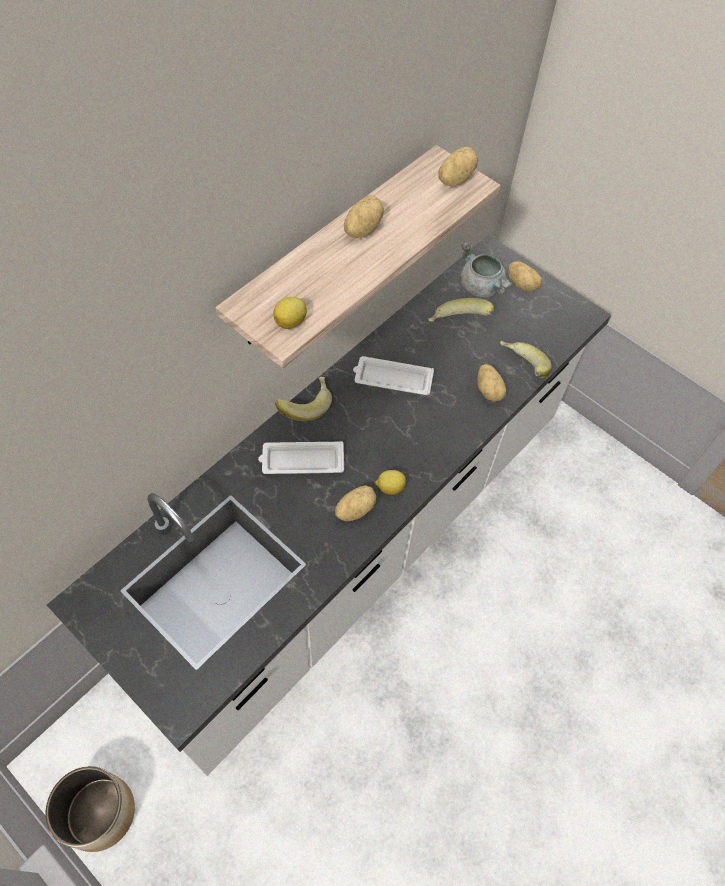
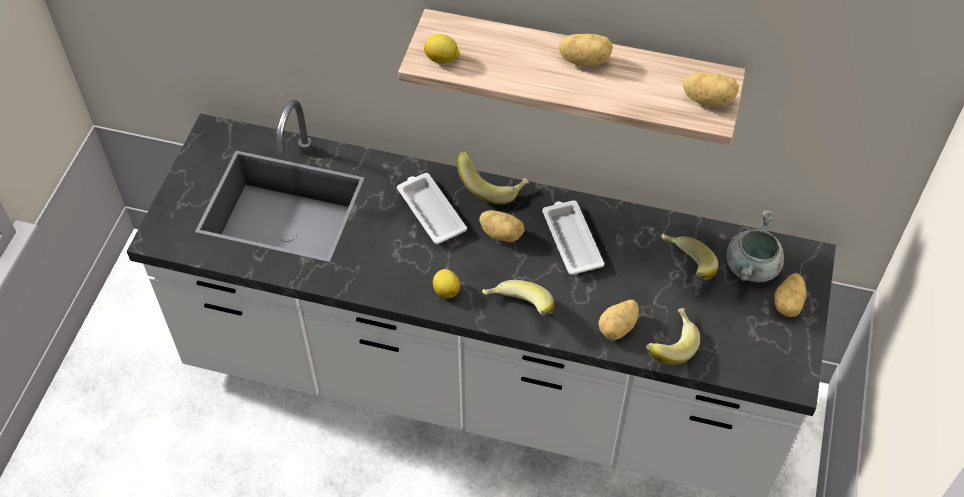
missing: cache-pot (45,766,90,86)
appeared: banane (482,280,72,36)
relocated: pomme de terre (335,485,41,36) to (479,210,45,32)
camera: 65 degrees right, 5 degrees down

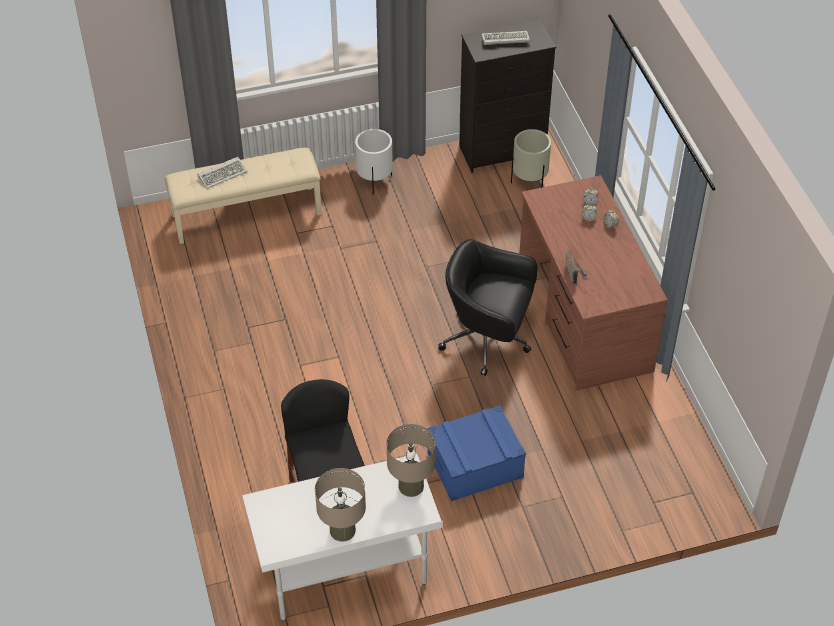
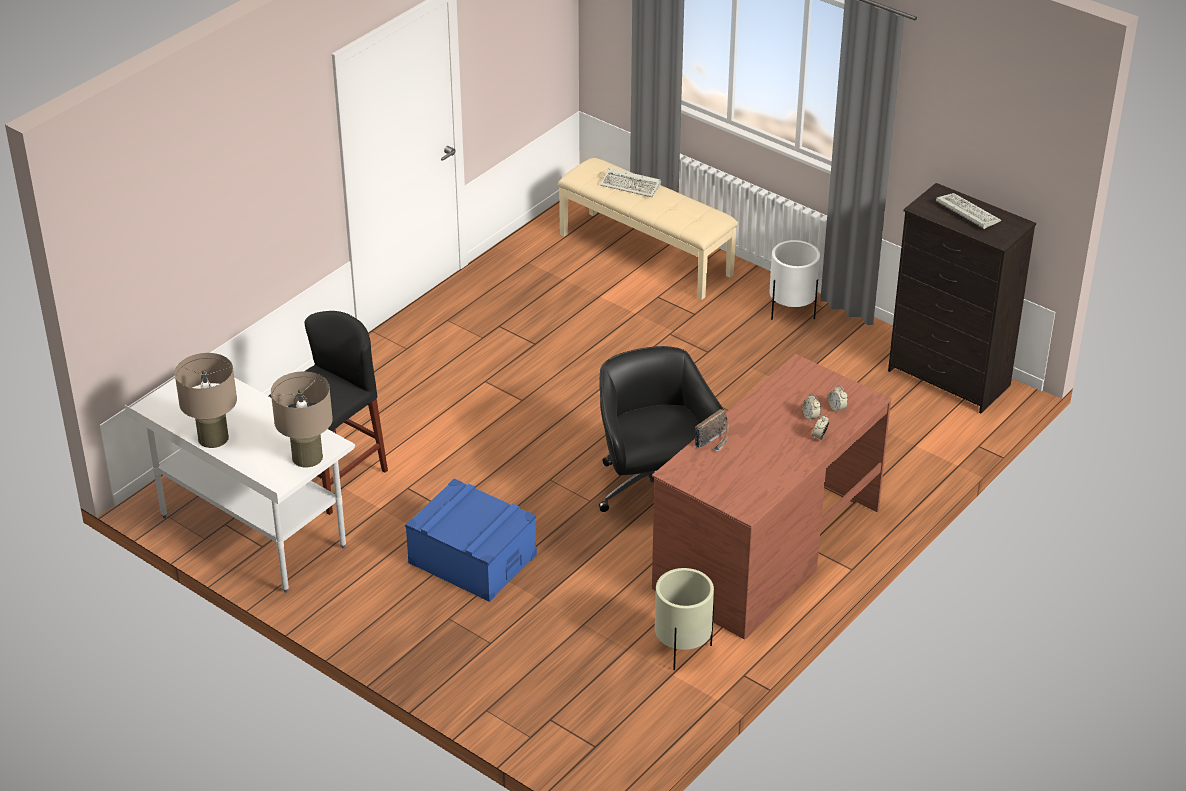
relocated: cache-pot (beige) (511,129,40,59) to (655,568,59,102)
camera: 55 degrees right, 10 degrees down

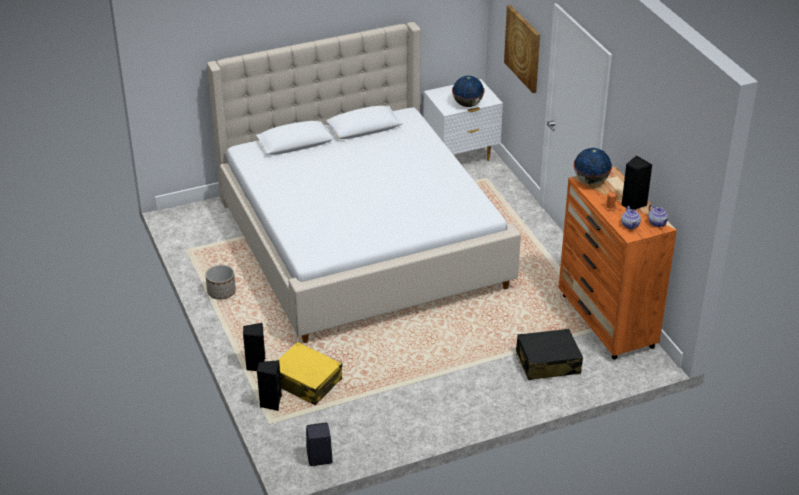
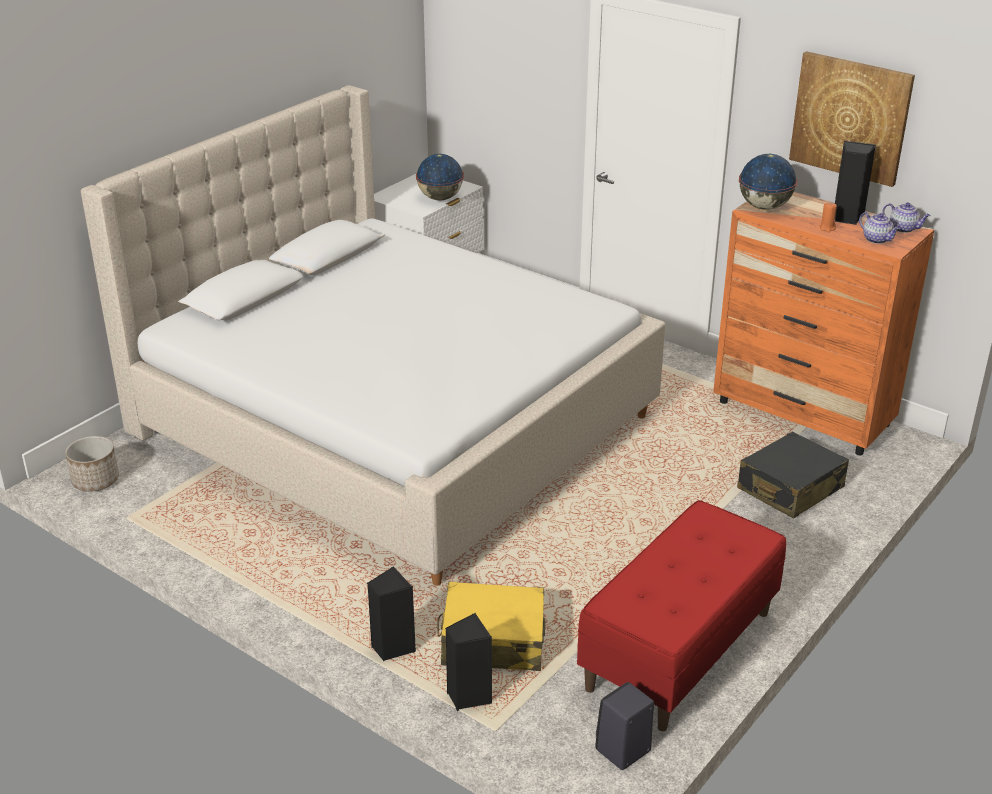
appeared: banc (rouge) (577,500,209,231)
relocated: cache-pot (205,265,31,35) to (65,436,54,56); tableau (504,5,36,88) to (789,51,126,136)
camera: 30 degrees left, 5 degrees down

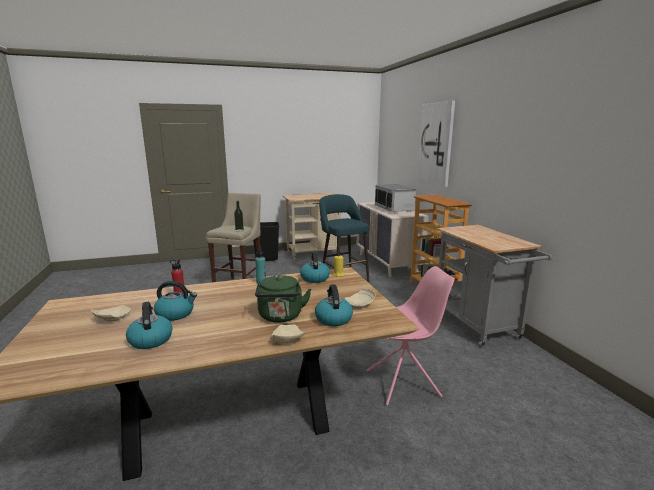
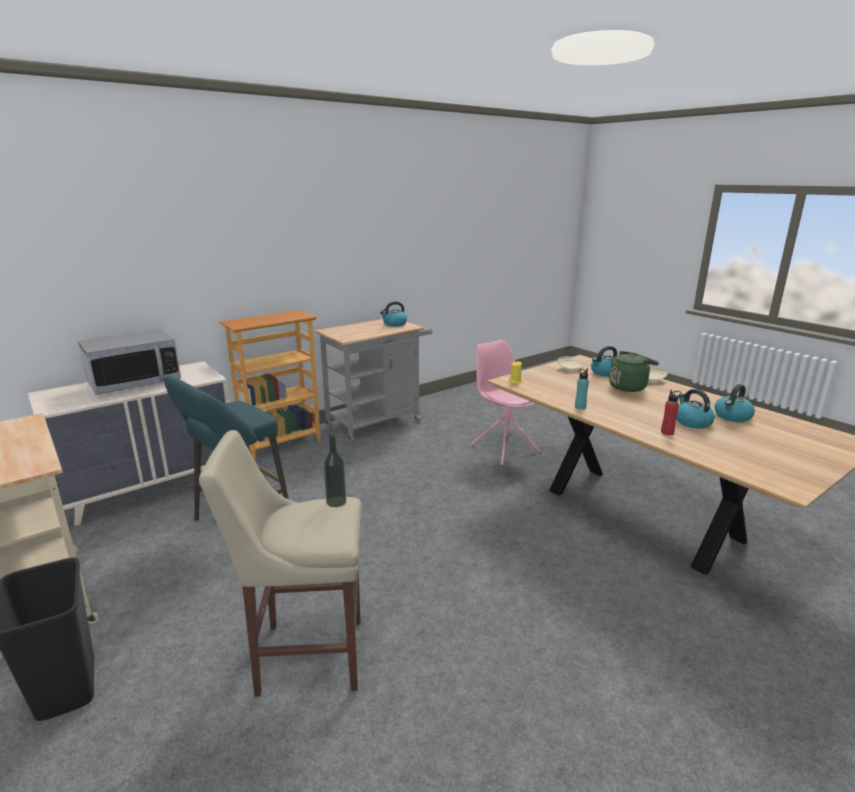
missing: assiette (beige) (91,305,39,17); tableau (417,101,38,86)
relocated: bouilloire (300,251,30,32) to (380,301,27,26)
camera: 110 degrees left, 5 degrees up

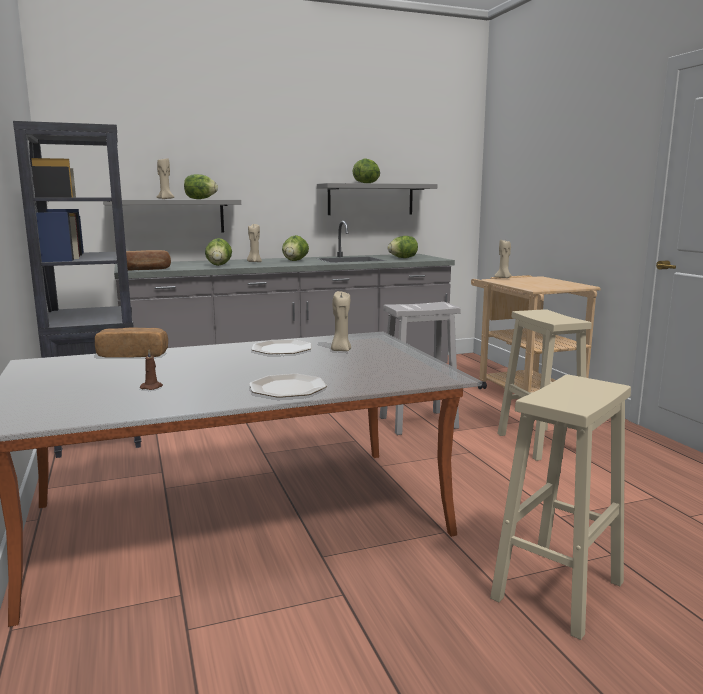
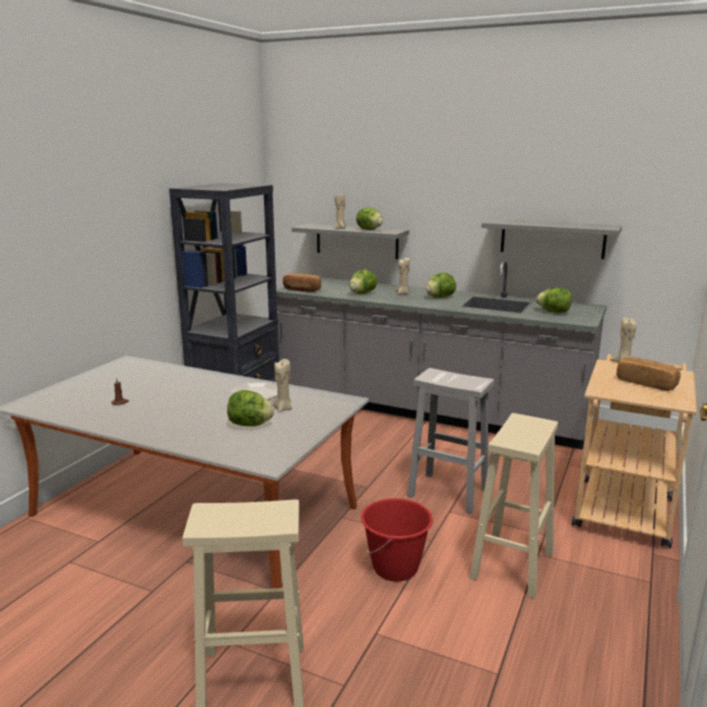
missing: assiette (249,374,78,24)
appeared: seau (rouge) (361,498,72,83)
relocated: pain (95,328,73,30) to (617,357,64,34); laitue (353,158,27,25) to (227,390,47,36)
camera: 45 degrees right, 5 degrees up

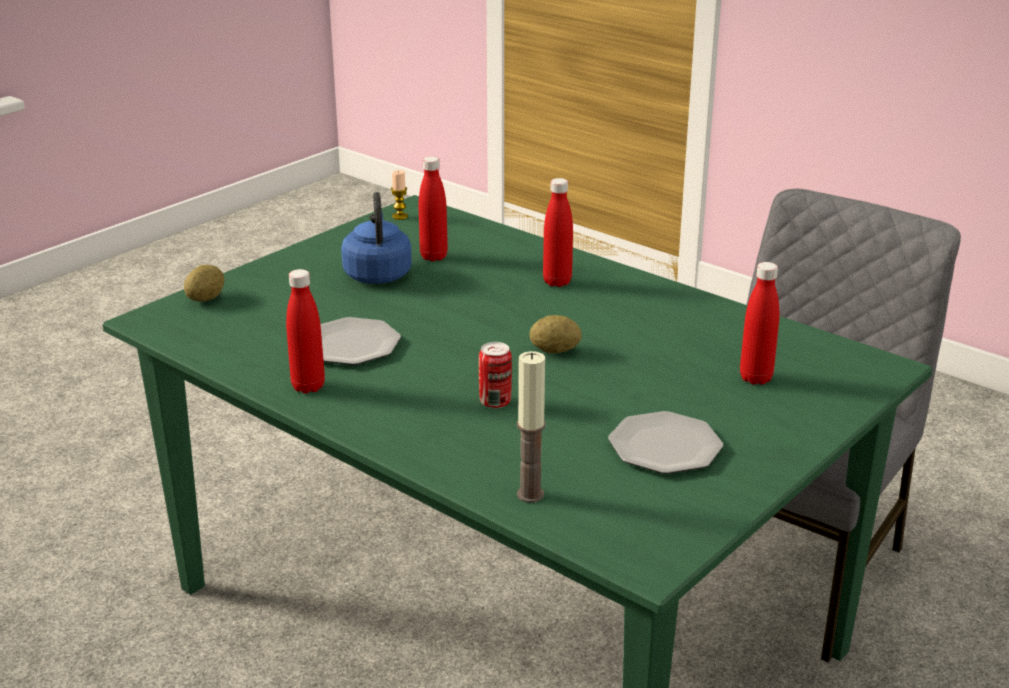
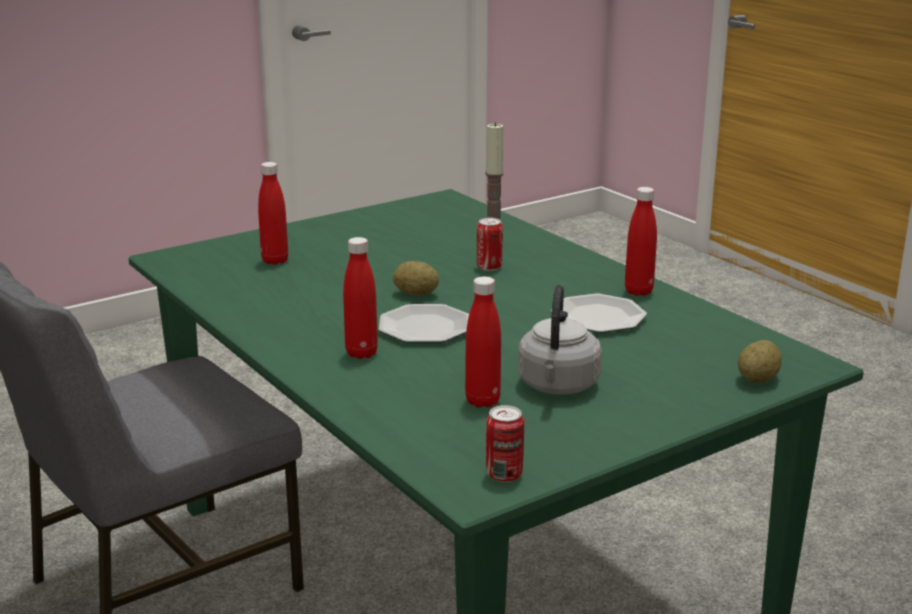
relocated: assiette (608,411,115,63) to (379,304,90,39)
exchanged: bougie (391,170,17,50) to boîte métallique (486,405,38,77)
colour: bouilloire (bleu) (341,192,71,92) to bouilloire (gris) (518,284,84,111)
camera: 165 degrees left, 5 degrees down

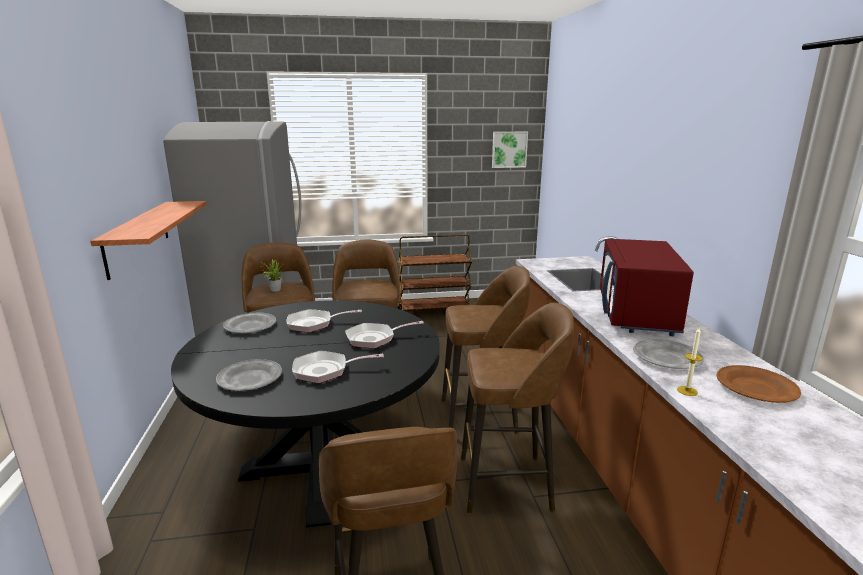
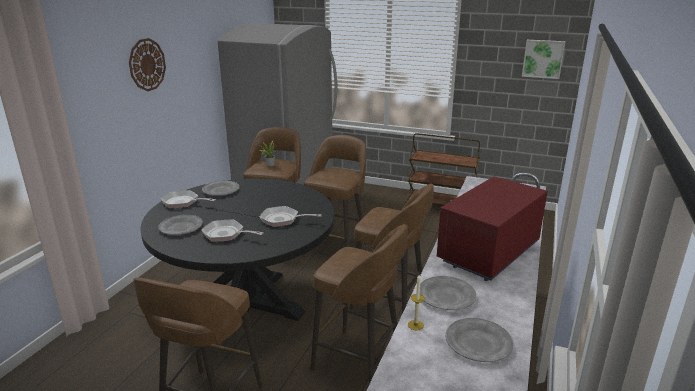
missing: étagère (90,201,117,79)
appeared: horloge murale (129,38,37,53)
relocated: poêle (286,309,76,23) to (160,190,56,19)
colour: assiette (marron) (716,365,85,38) to assiette (gris) (445,318,68,44)
camera: 30 degrees right, 5 degrees up

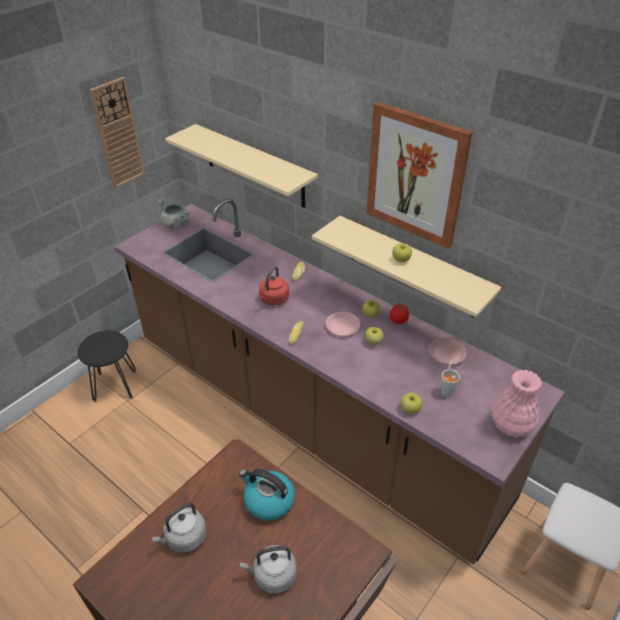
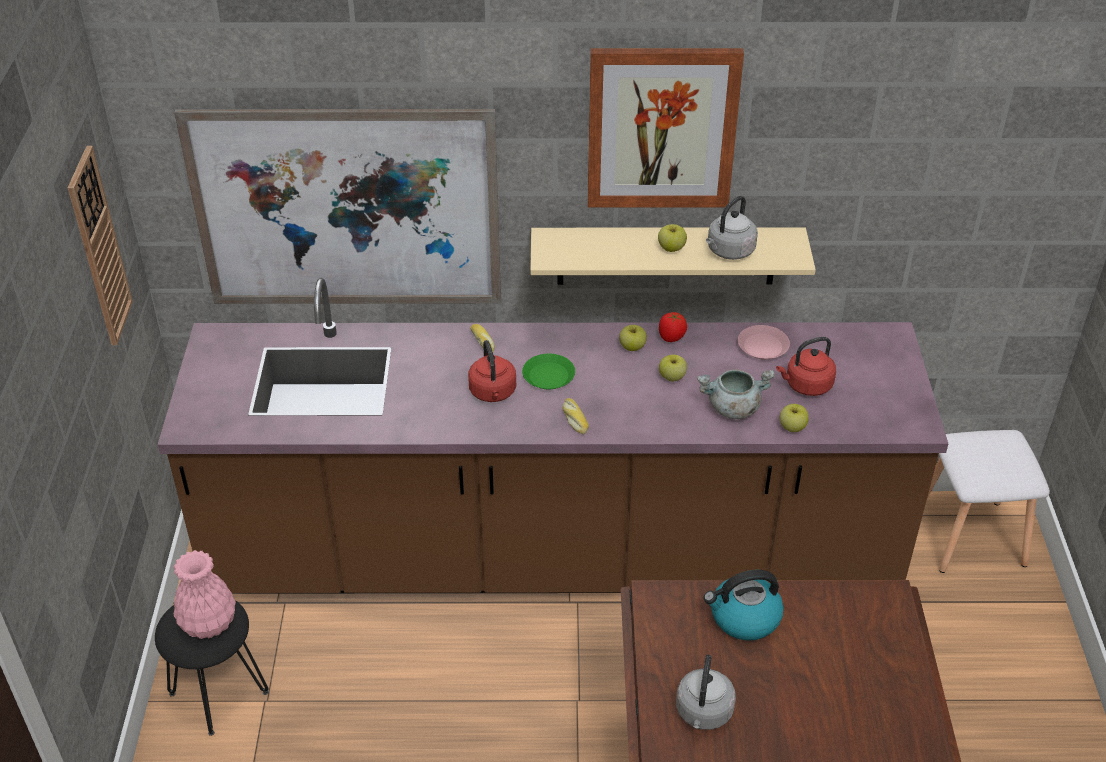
missing: assiette (rose) (325,312,35,24)
appeared: assiette (vert) (522,354,53,35)
relocated: marmite (gris) (157,199,33,30) to (697,369,78,50); bouilloire (gris) (240,545,57,49) to (706,196,52,64); vase (rose) (492,370,50,67) to (174,550,62,89)
exchanged: étagère (beige) (165,124,153,84) to tableau (174,109,327,195); tasse (gris) (441,360,19,37) to bouilloire (rouge) (776,337,60,59)
camera: 40 degrees left, 0 degrees up

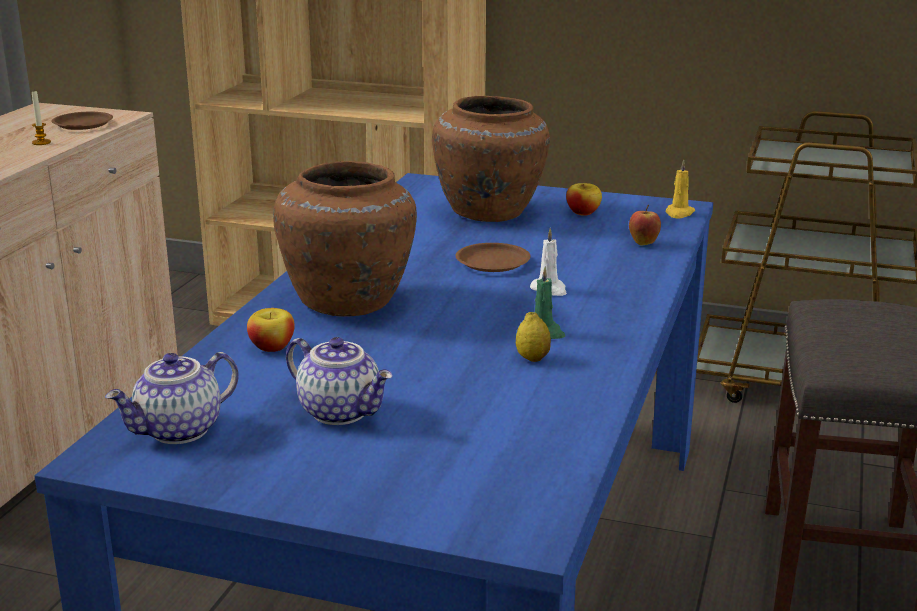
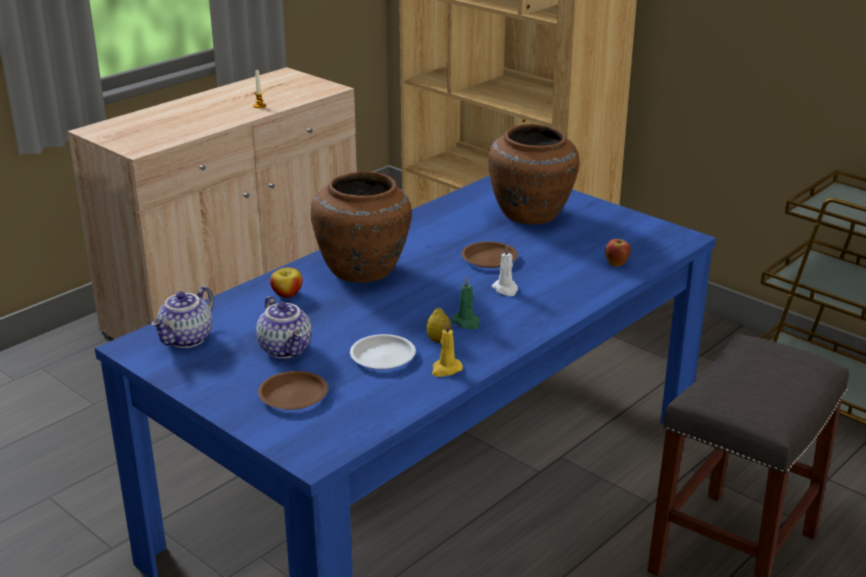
missing: pomme (566,183,36,33)
appeared: assiette (blanc) (350,334,66,35)
relocated: assiette (marron) (51,112,62,18) to (258,371,70,39); bougie (jaune) (666,160,29,59) to (432,321,31,56)
spun: théière (105,352,134,92) = (151,286,63,62) 45 degrees counterclockwise
camera: 25 degrees right, 5 degrees up

